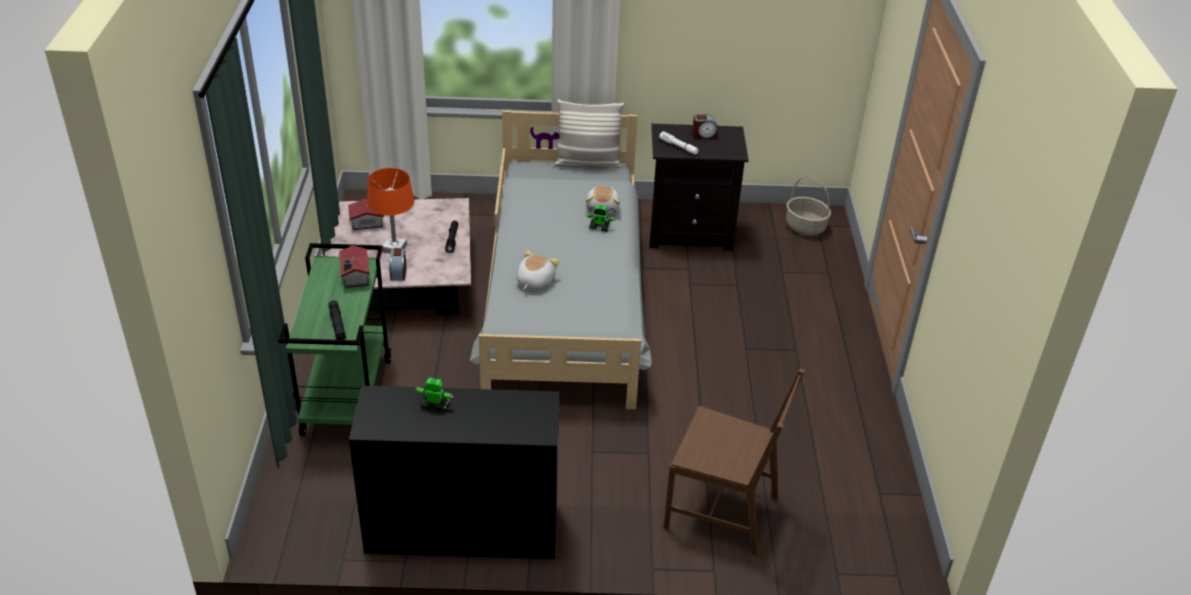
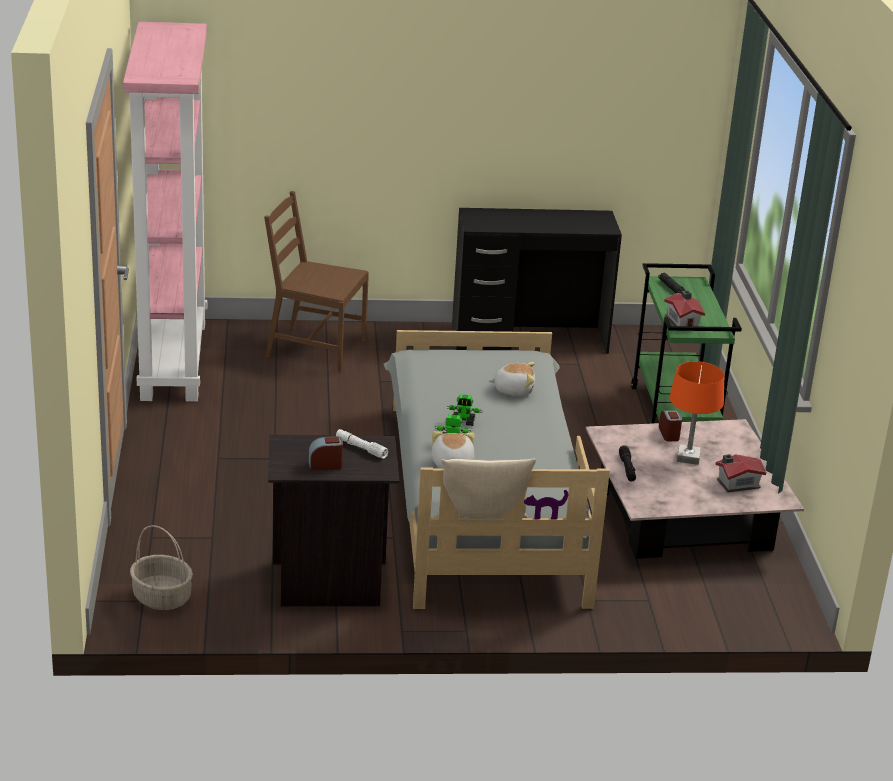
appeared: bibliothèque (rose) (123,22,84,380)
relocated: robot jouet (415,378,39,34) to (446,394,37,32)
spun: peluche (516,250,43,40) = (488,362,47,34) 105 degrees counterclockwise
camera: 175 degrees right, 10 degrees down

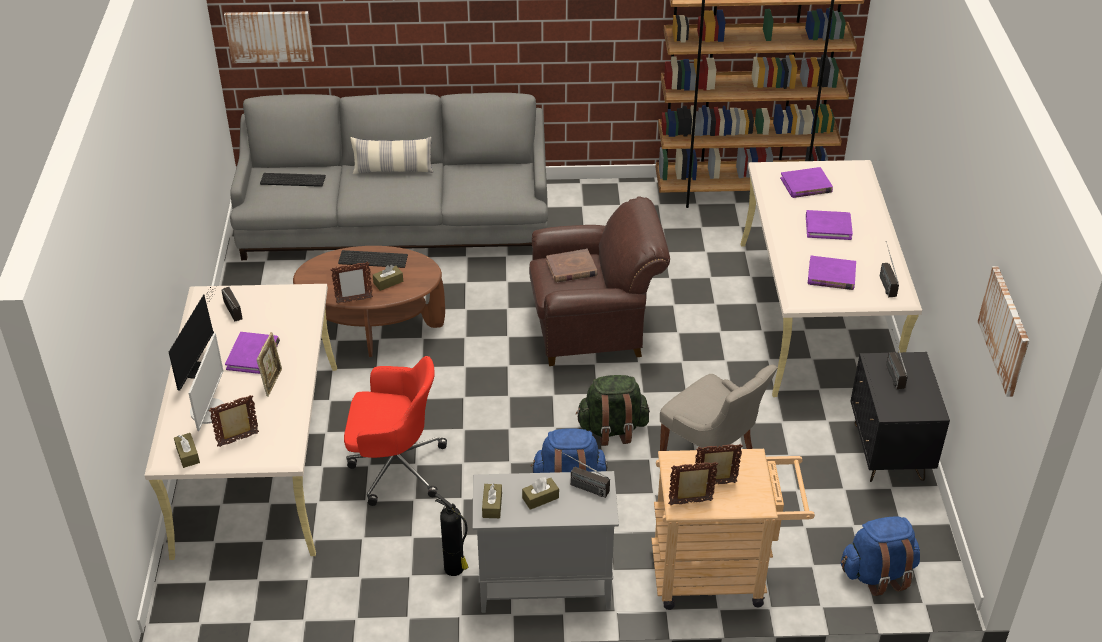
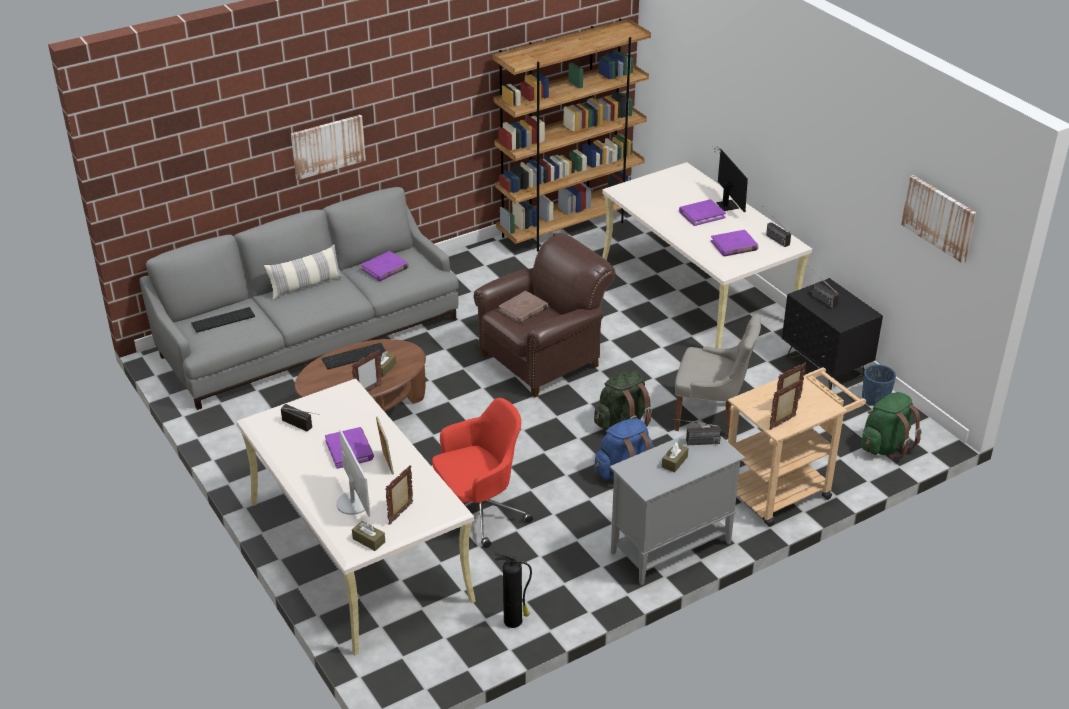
missing: boîte à mouchoirs (marron) (482,484,20,34)
appeared: cache-pot (bleu) (862,364,34,42)
relocated: écran d'ordinateur (169,286,48,105) to (716,147,32,65); tableau (224,11,90,52) to (291,115,75,65); extincteur (435,493,33,83) to (495,552,37,76); livre (violet) (780,167,53,31) to (361,251,48,30)
colour: sac à dos (bleu) (841,517,79,79) to sac à dos (vert) (861,392,60,68)
camera: 30 degrees left, 5 degrees down

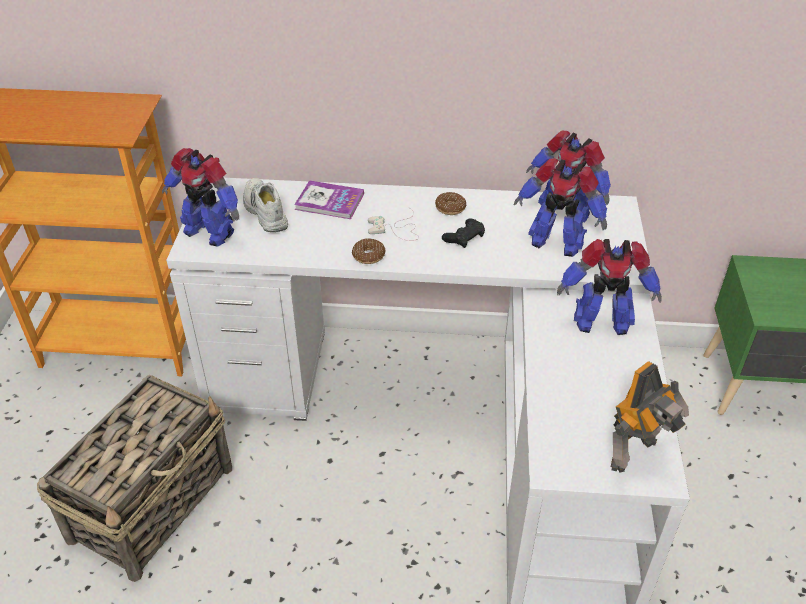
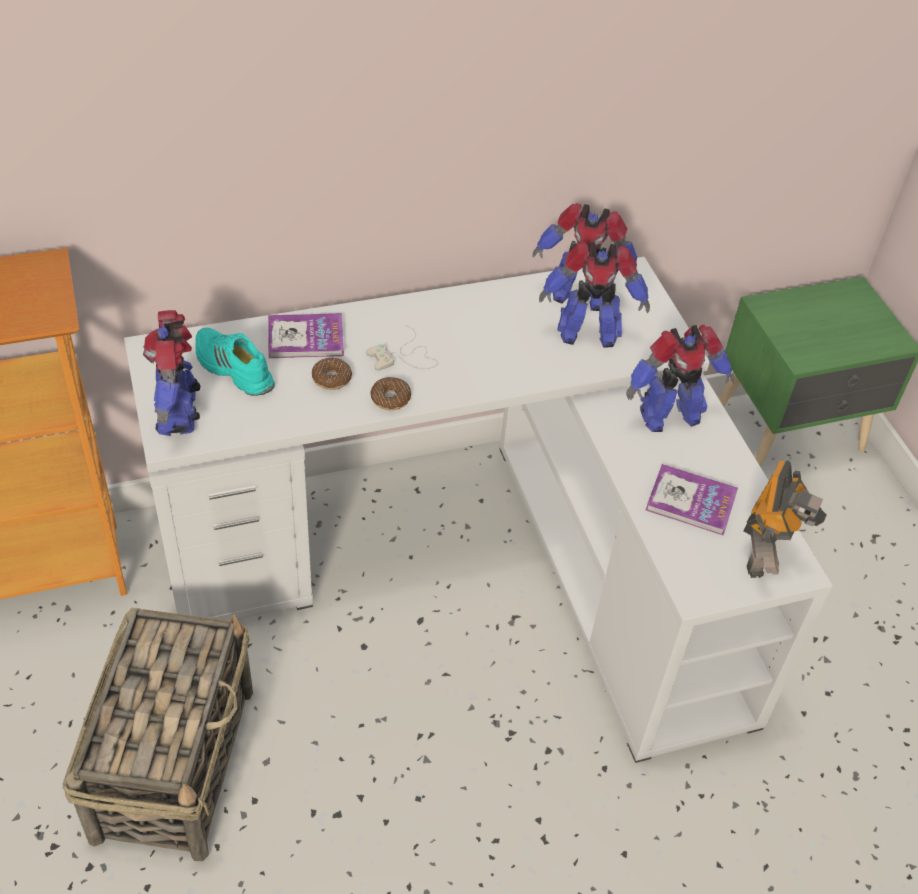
missing: manette (noir) (442,219,43,29)
appeared: livre (646,464,92,71)
relocated: beignet (435,192,31,23) to (312,358,40,32)
colour: chaussure (blanc) (243,178,45,54) to chaussure (turquoise) (195,328,80,68)
spun: robot jouet (162,148,77,99) = (143,310,58,126) 75 degrees clockwise
camera: 25 degrees left, 5 degrees up

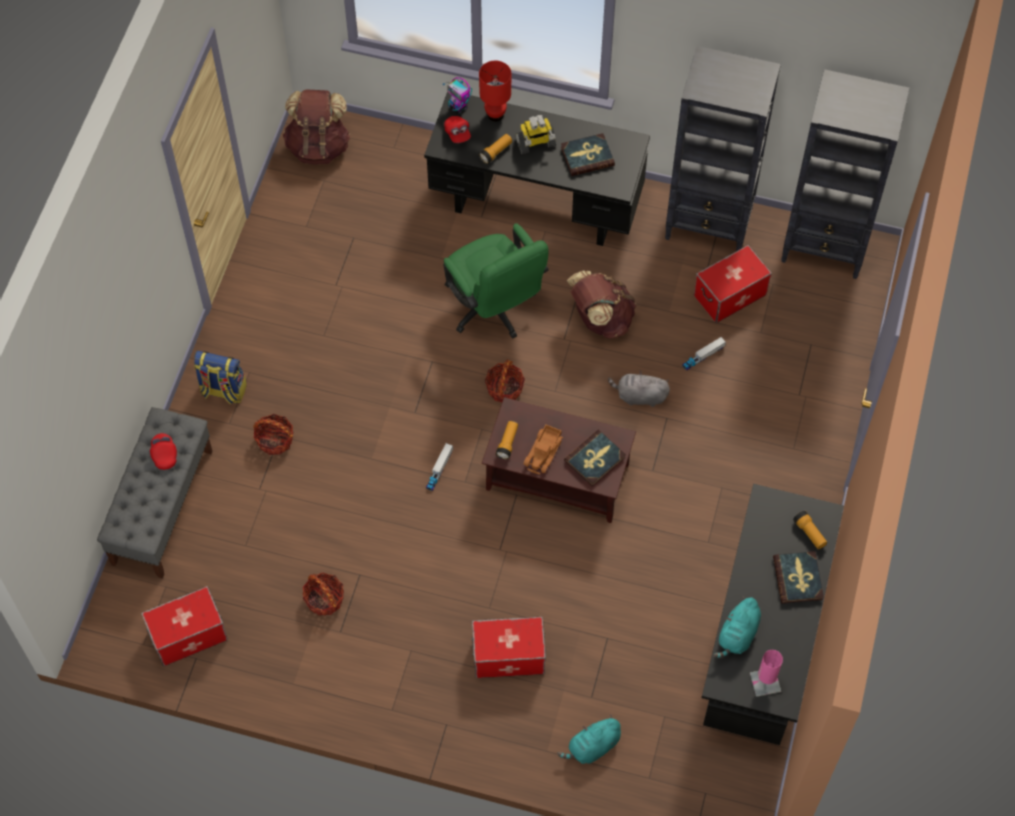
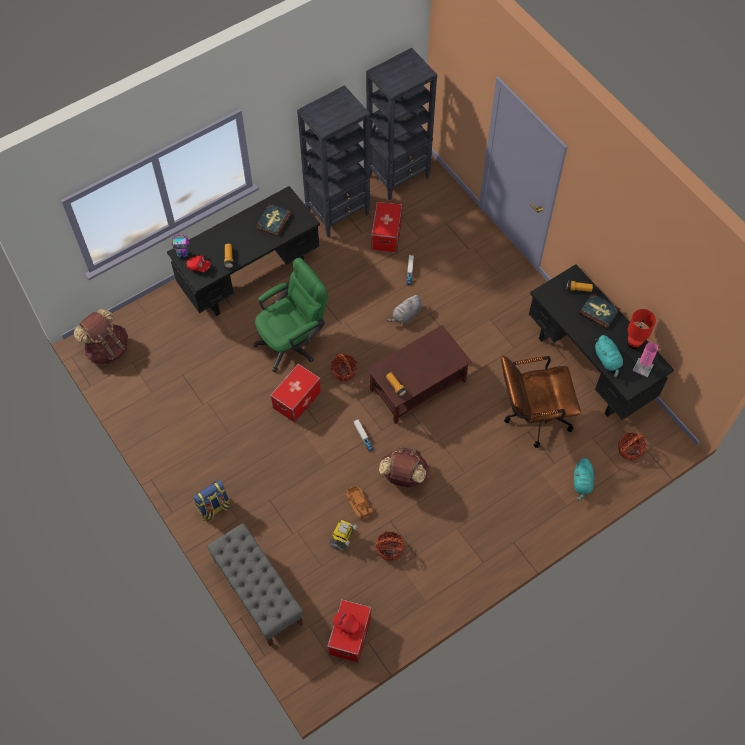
missing: livre (564,430,62,57)
appeared: chaise de bureau (marron) (501,356,80,92)
relocated: casquette (rouge) (150,433,27,37) to (333,613,27,22); panier (253,414,40,41) to (618,432,29,29); boîte de rangement (472,617,74,61) to (270,363,51,59); lampe de table (rouge) (479,61,32,61) to (628,309,28,40); robot jouet (515,115,41,39) to (329,520,28,31); camion jouet (524,425,39,49) to (346,485,27,35); sac à dos (marron) (567,270,70,69) to (379,446,51,42)
spun: chaise de bureau (vert) (443,223,106,116) = (253,258,75,114) 45 degrees counterclockwise
camera: 50 degrees left, 0 degrees up

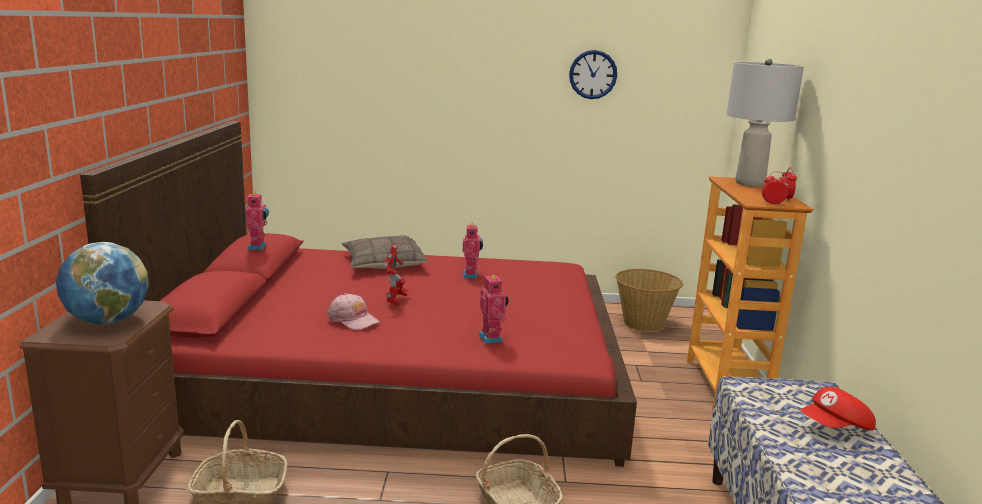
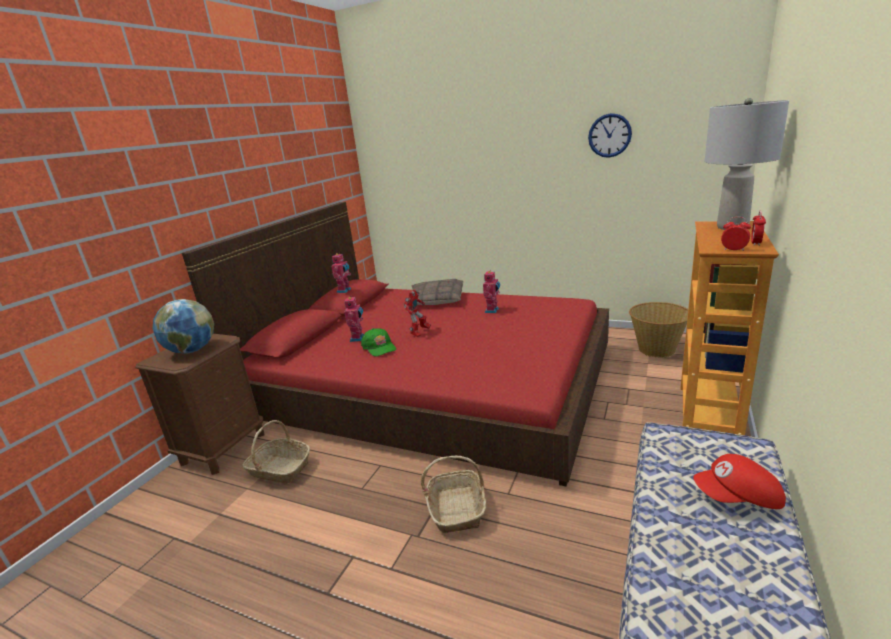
relocated: robot jouet (479,273,30,70) to (344,297,20,45)
colour: casquette (rose) (327,293,53,37) to casquette (vert) (361,328,35,29)
camera: 25 degrees right, 5 degrees up

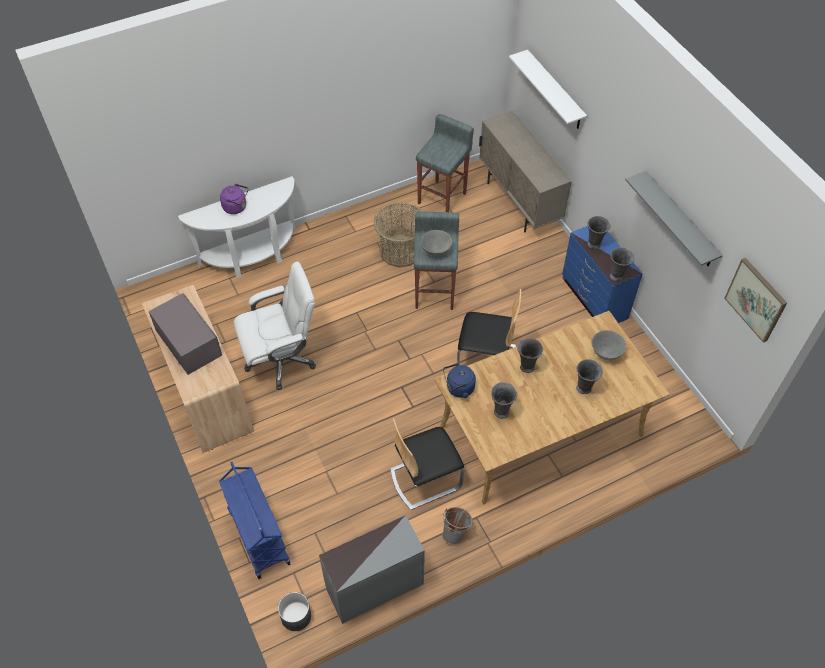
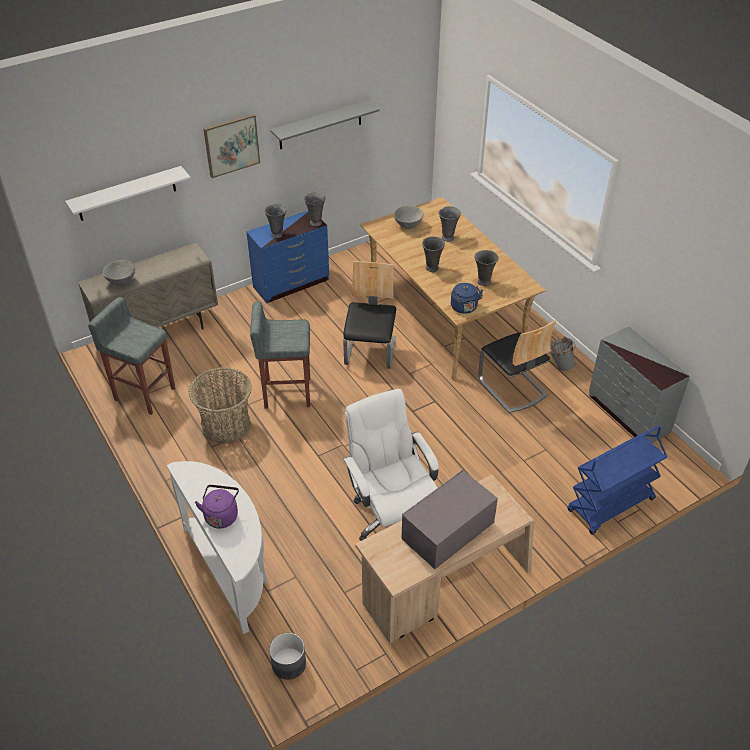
relocated: cache-pot (gris) (278,592,33,39) to (269,633,37,46); bol (gris) (421,230,31,26) to (103,260,32,26); tableau (724,258,63,85) to (203,114,57,64)
camera: 95 degrees left, 10 degrees down

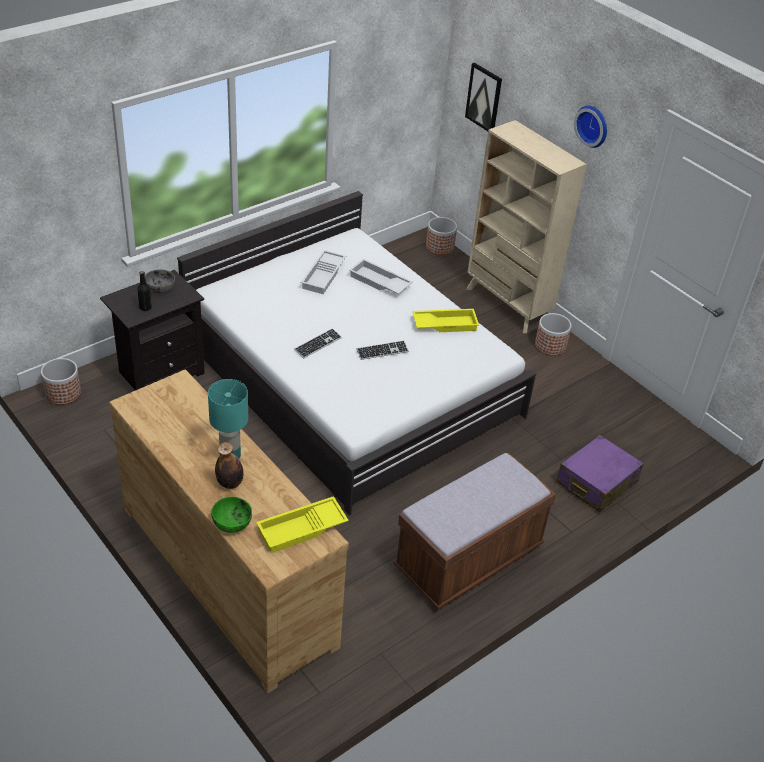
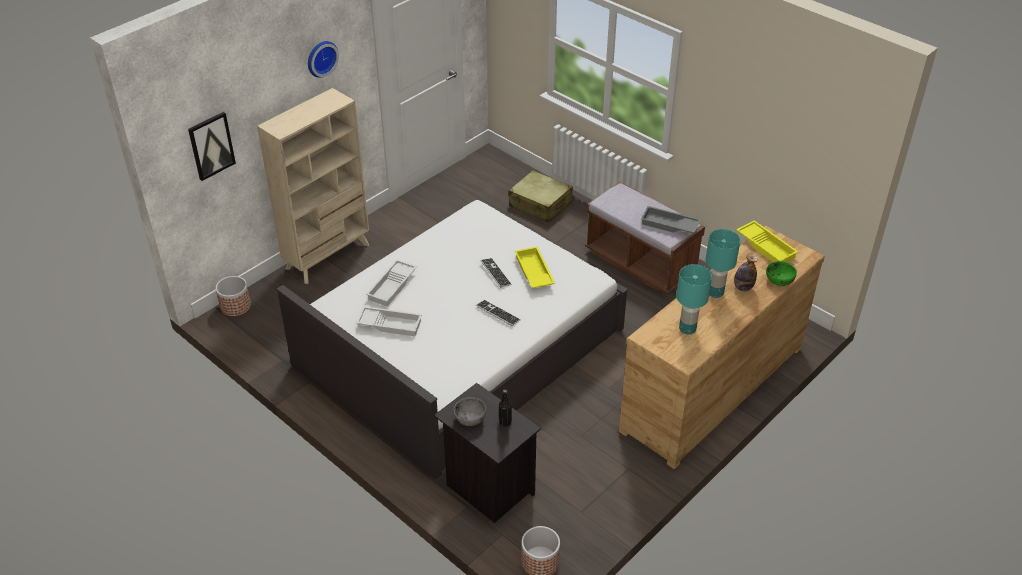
missing: cache-pot (535,313,37,43)
appeared: plateau (gris) (641,206,60,27); lampe de table (turquoise) (676,264,36,71)
relocated: plateau (jaune) (412,309,67,23) to (515,247,40,41)
colour: valise (violet) (556,435,88,77) to valise (beige) (508,170,65,53)
camera: 95 degrees left, 0 degrees up

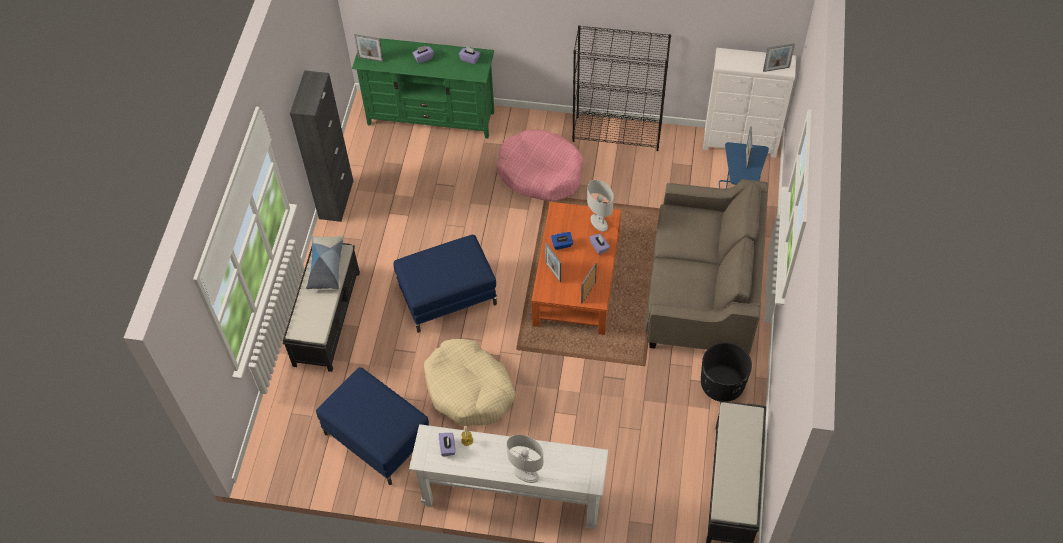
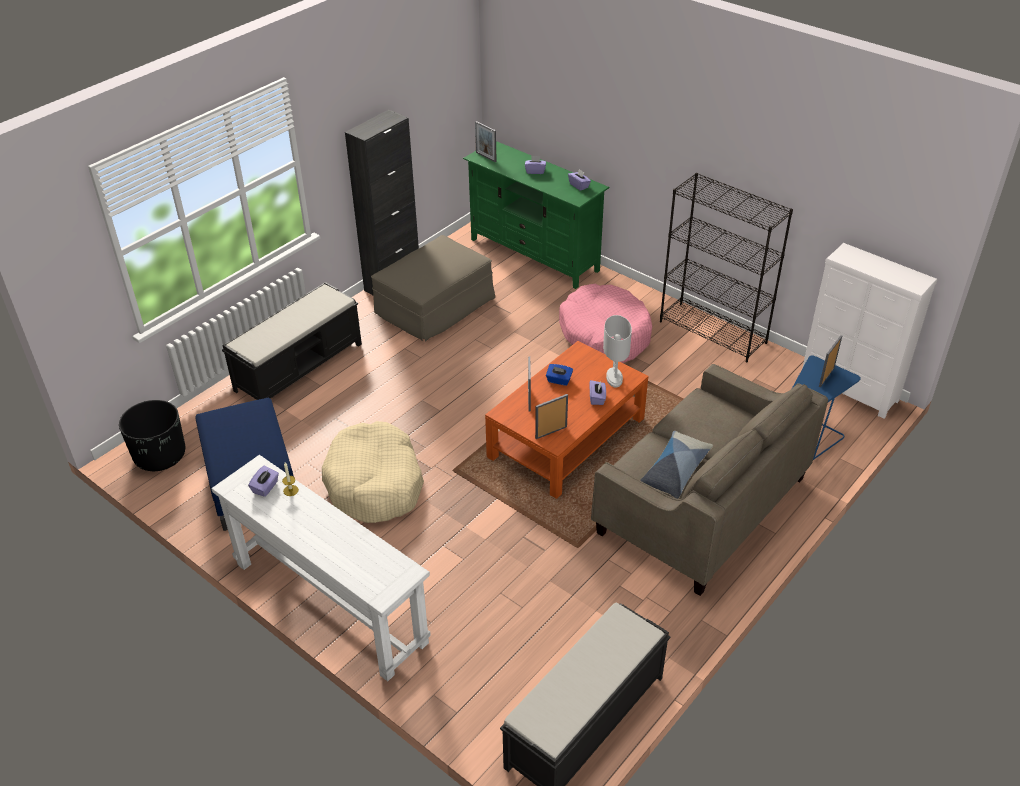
missing: pouf (bleu) (393,235,104,98); lampe de table (blanc) (506,435,37,48); cadre photo (763,43,32,29)
appeared: pouf (beige) (371,235,124,107)
relocated: coussin (306,236,38,54) to (640,431,73,68); cache-pot (noir) (701,342,51,60) to (119,400,66,71)
camera: 30 degrees right, 15 degrees down

